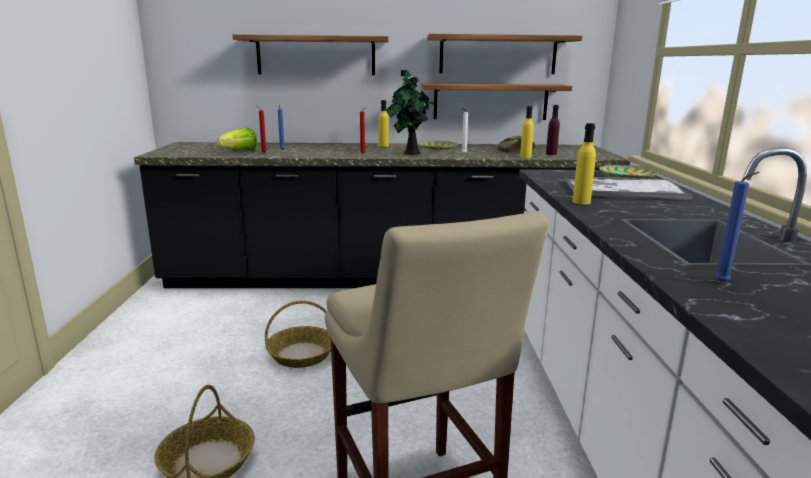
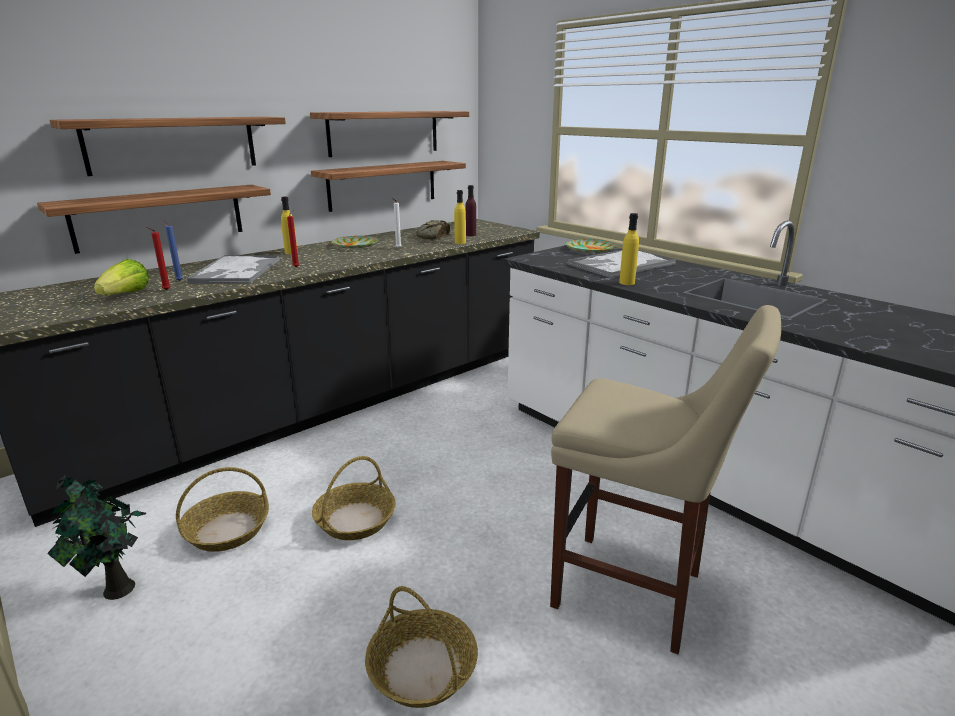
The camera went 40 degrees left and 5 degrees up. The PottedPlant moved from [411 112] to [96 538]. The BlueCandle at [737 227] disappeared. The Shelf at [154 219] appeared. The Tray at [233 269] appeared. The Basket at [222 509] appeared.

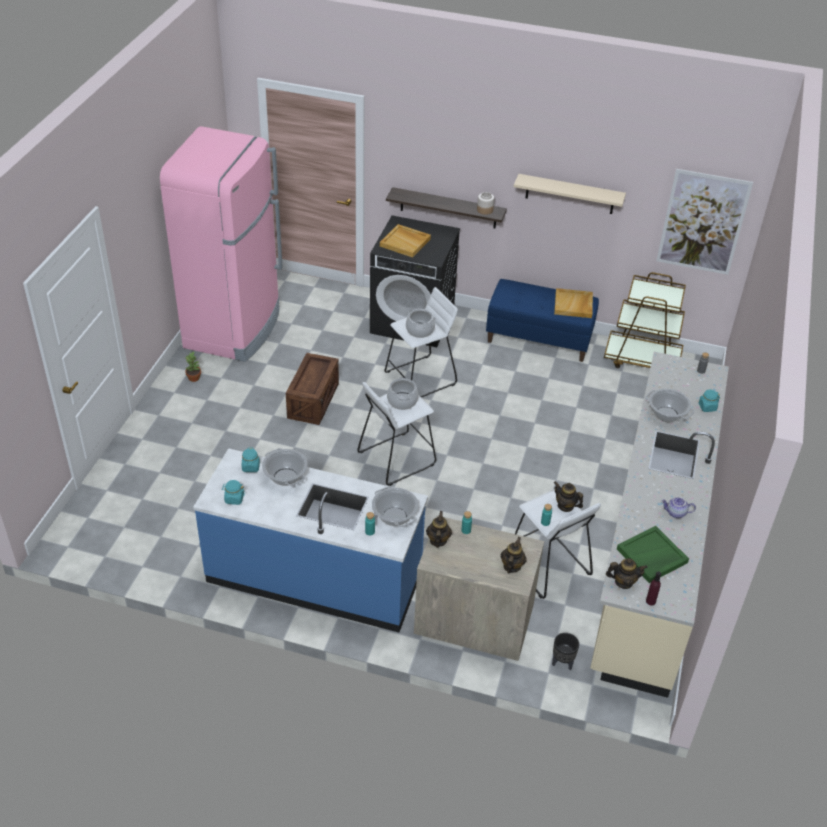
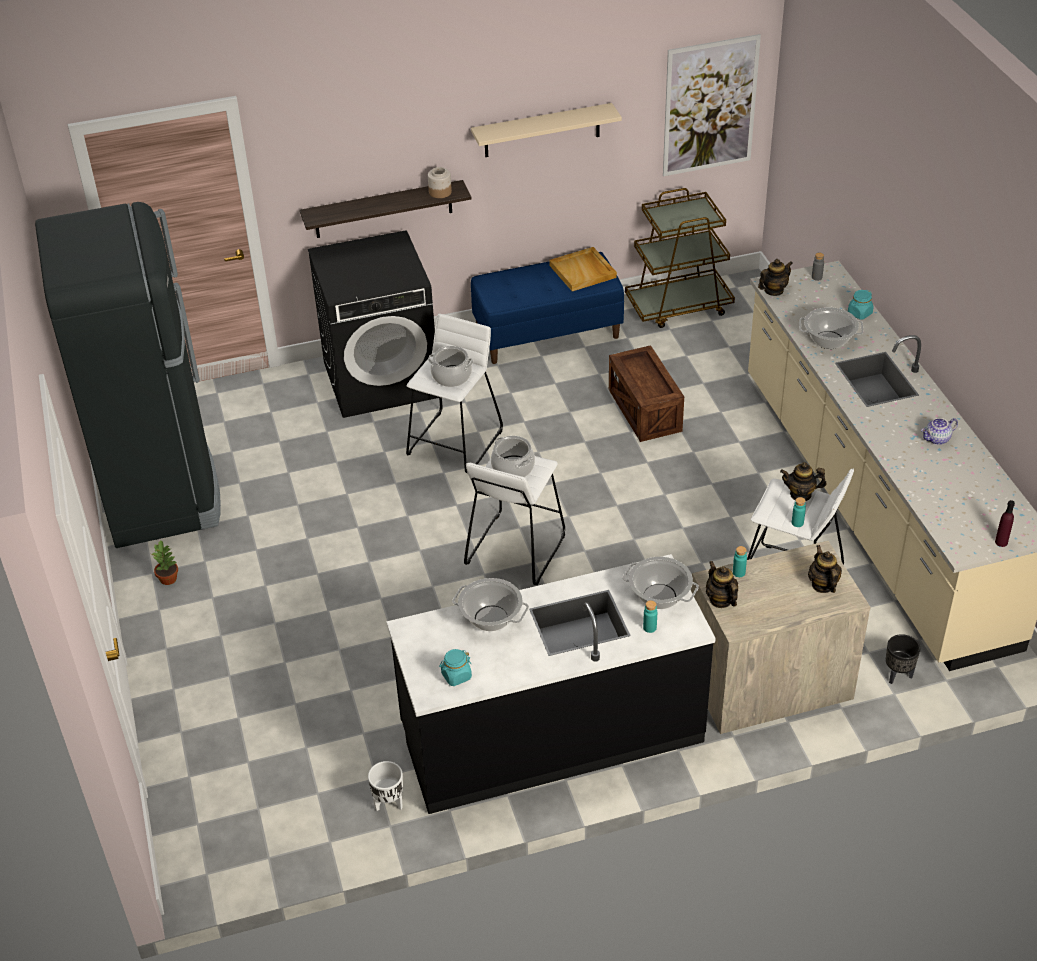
The camera went 30 degrees left and 0 degrees up. The PinkFridge at [221 244] became the BlackFridge at [128 375]. The BeigeTray at [405 241] disappeared. The Crate moved from [312 389] to [646 393]. The BlueCounter at [310 540] became the BlackCounter at [551 684]. The TurquoiseJar at [251 460] disappeared. The GreenTray at [653 554] disappeared. The Teapot moved from [627 573] to [775 277]. The WhitePlanter at [385 786] appeared.

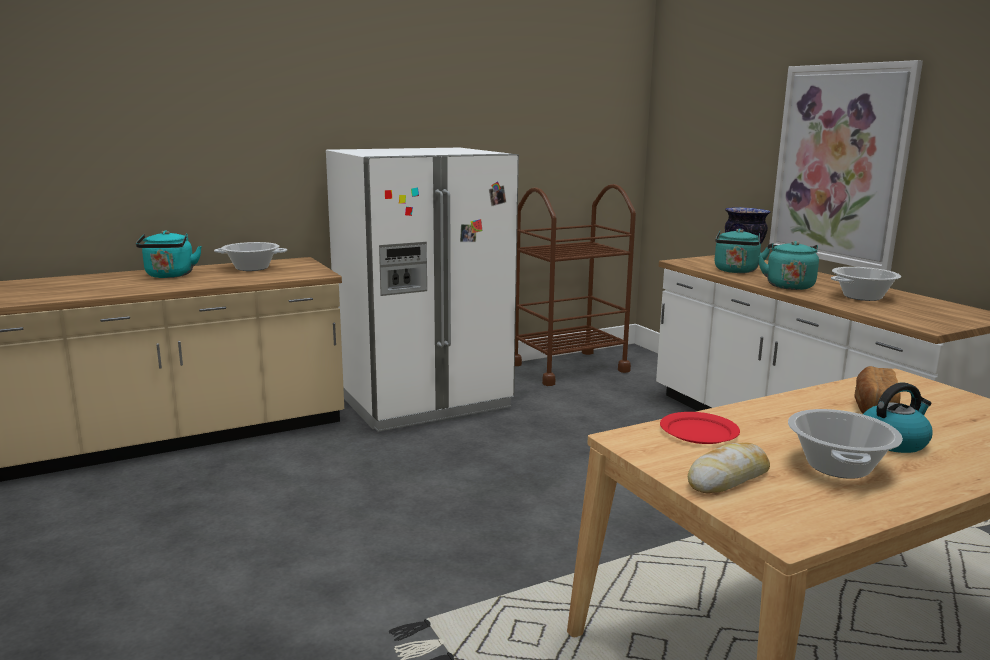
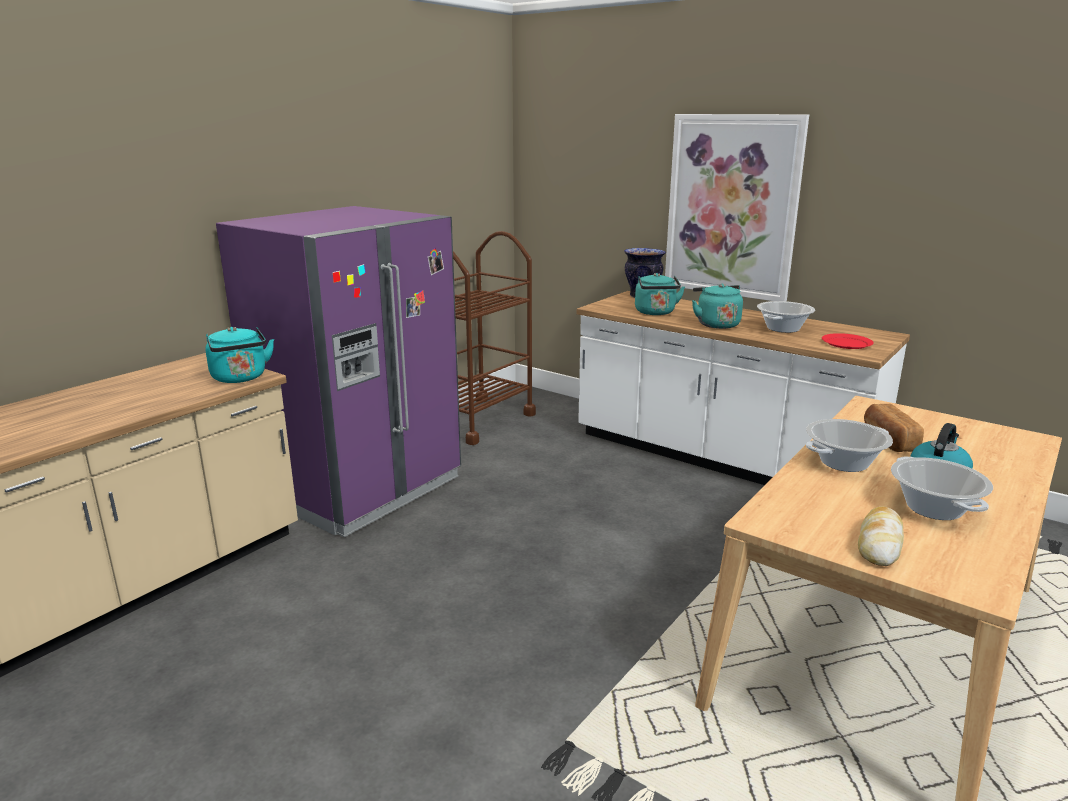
The camera went 25 degrees left and 5 degrees up. The WhiteFridge at [422 290] became the PurpleFridge at [338 371]. The TurquoiseKettle moved from [169 254] to [239 355]. The CookingPot moved from [250 256] to [849 445]. The RedPlate moved from [700 428] to [848 341].

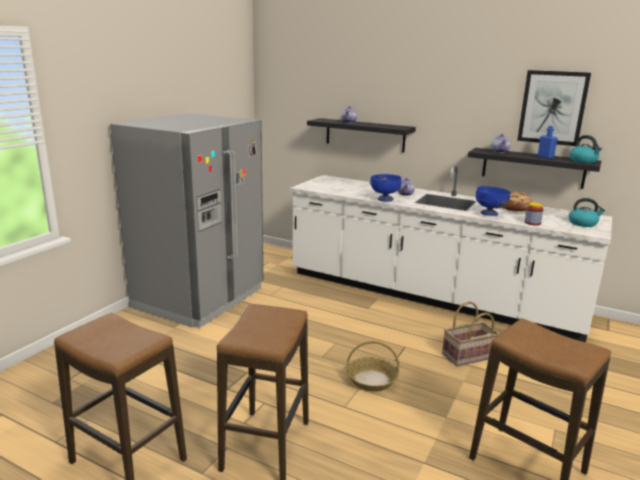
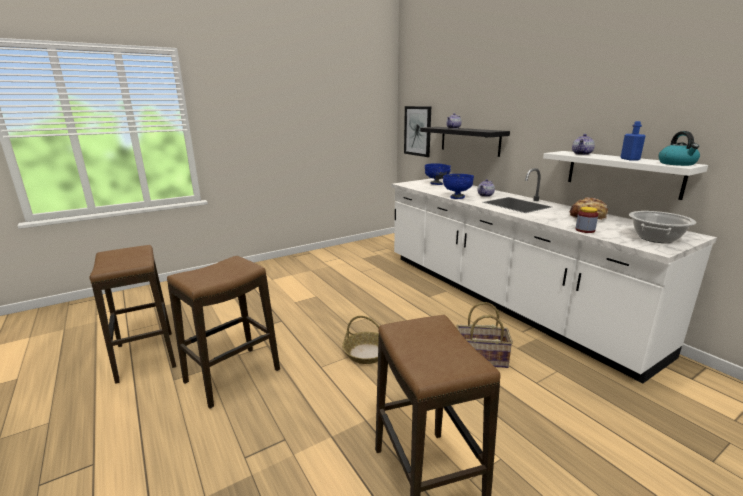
The camera went 30 degrees right and 0 degrees up. The Picture moved from [554 108] to [417 131]. The GreyFridge at [186 220] disappeared. The BlackShelf at [534 168] became the WhiteShelf at [625 175]. The BlueBowl moved from [493 201] to [438 174]. The Kettle at [587 212] was replaced by the CookingPot at [662 227].

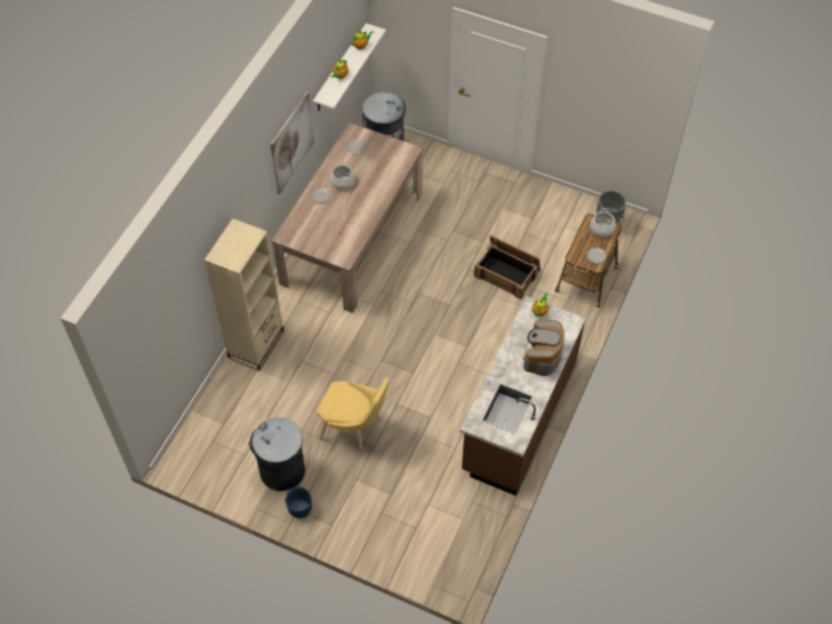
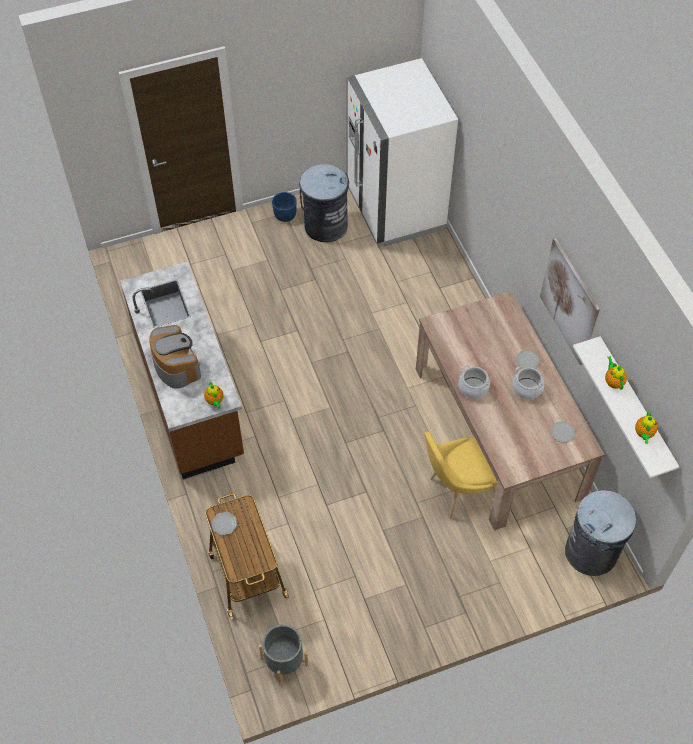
The camera went 135 degrees right and 0 degrees up. The CookingPot moved from [603 222] to [474 382]. The BeigeBookcase at [244 294] disappeared. The Crate at [507 267] disappeared. The YellowChair moved from [353 416] to [460 475]. The WhiteFridge at [402 152] appeared.

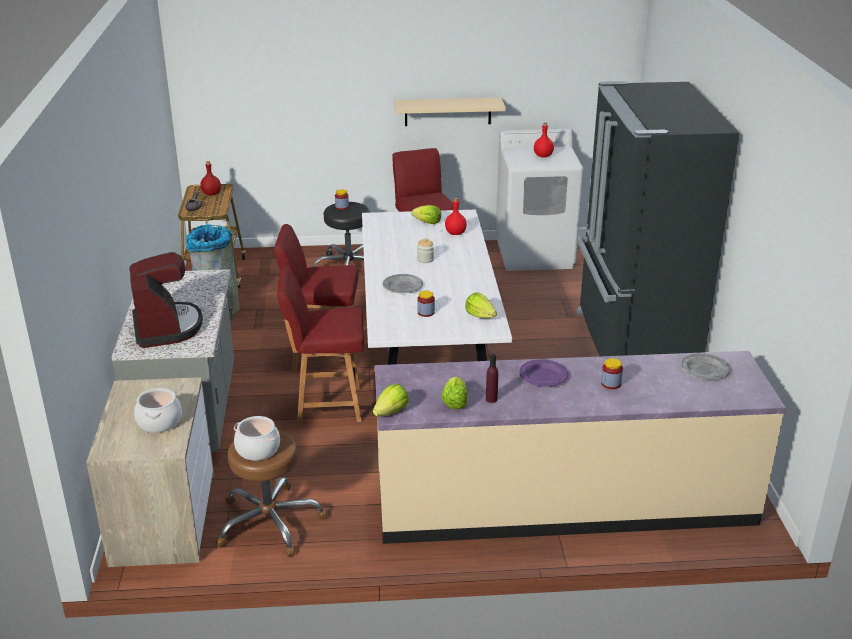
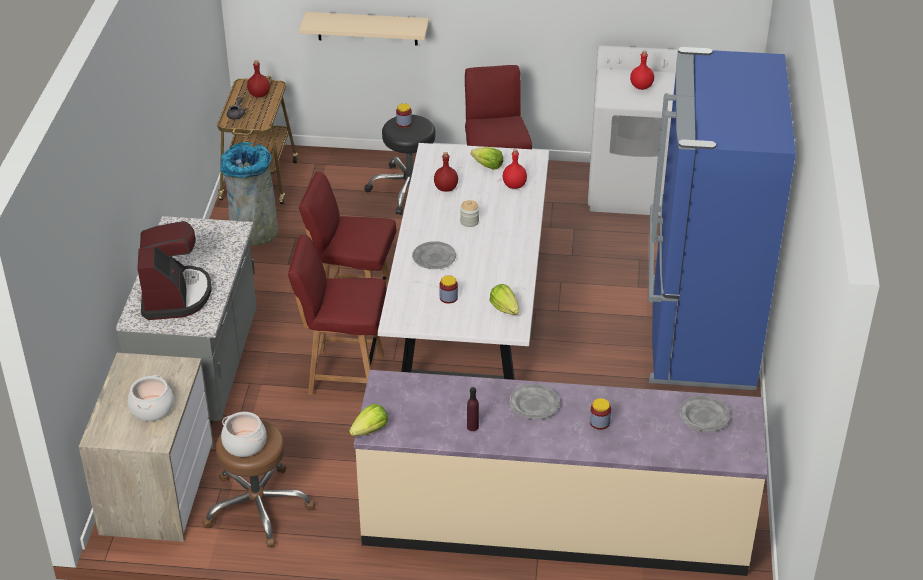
The camera went 10 degrees right and 10 degrees up. The BlackFridge at [658 218] became the BlueFridge at [722 218]. The BeigeShelf moved from [450 112] to [364 29]. The PurplePlate at [543 373] became the GreyPlate at [535 401]. The Lettuce at [455 392] disappeared. The RedBottle at [446 172] appeared.

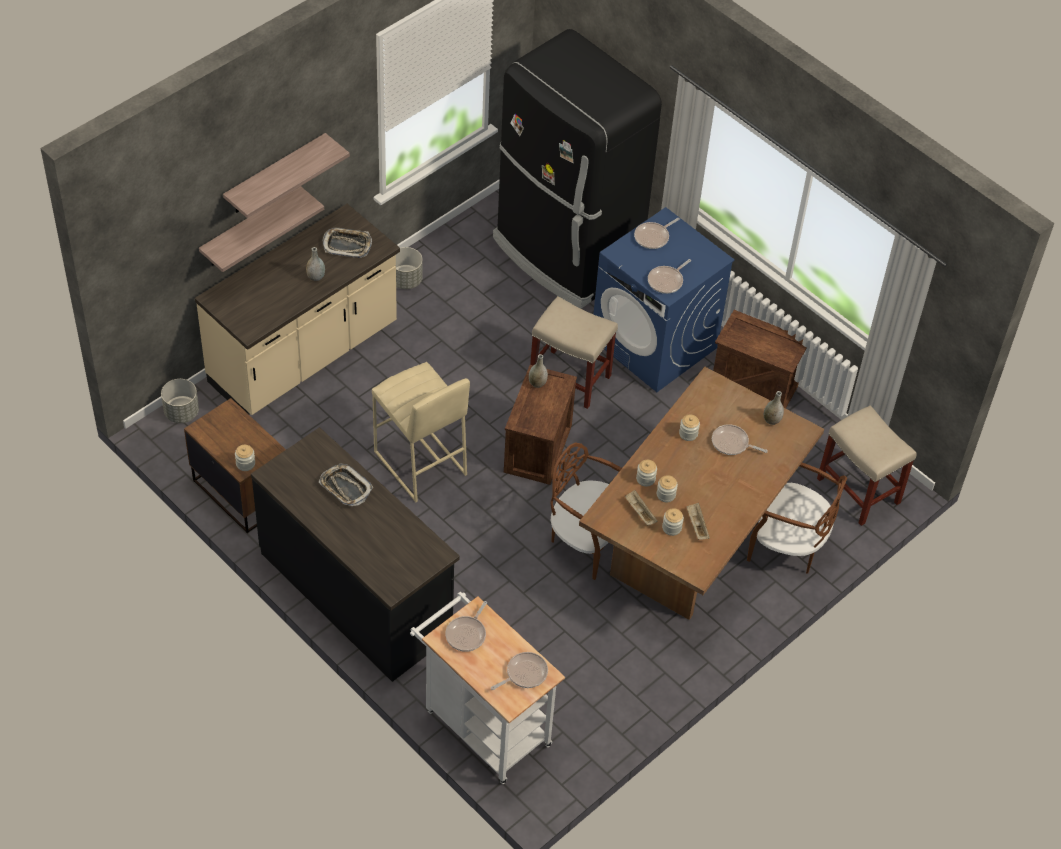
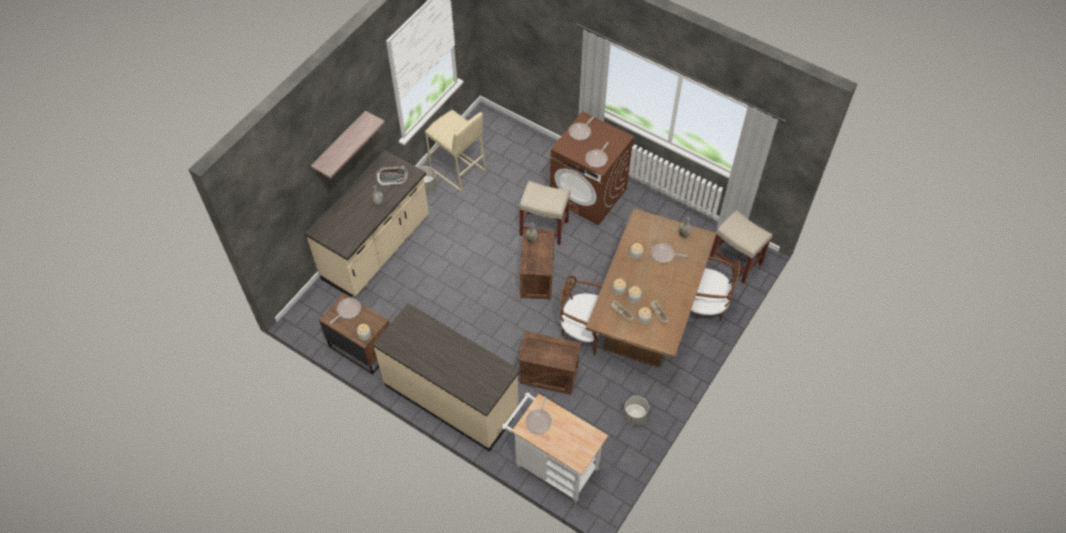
The camera went 10 degrees left and 5 degrees up. The BlackFridge at [577 169] disappeared. The Shelf at [261 229] disappeared. The BlueWashingMachine at [664 299] became the BrownWashingMachine at [592 168]. The Crate moved from [760 359] to [549 363]. The BeigeStool moved from [421 432] to [455 151]. The GreyPlanter moved from [180 401] to [636 411]. The BlackCounter at [355 554] became the BeigeCounter at [446 377]. The Tray at [346 485] disappeared. The FryingPan moved from [519 671] to [345 311].

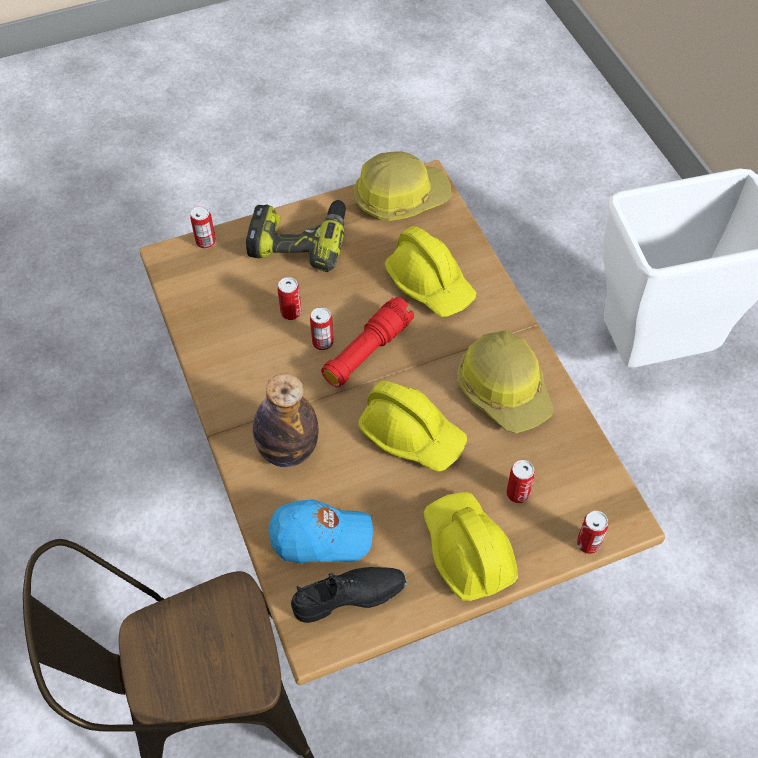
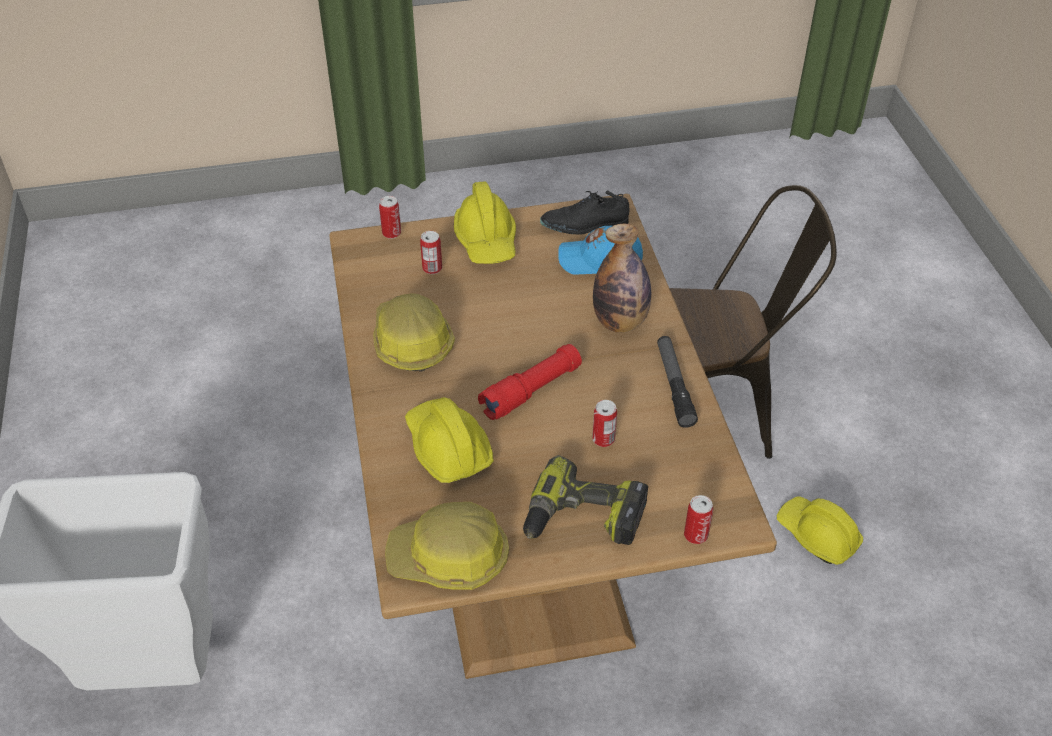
The camera went 170 degrees left and 10 degrees down. The Can at [322 328] disappeared. The YellowHardHat moved from [412 426] to [819 530]. The Flashlight at [677 382] appeared.

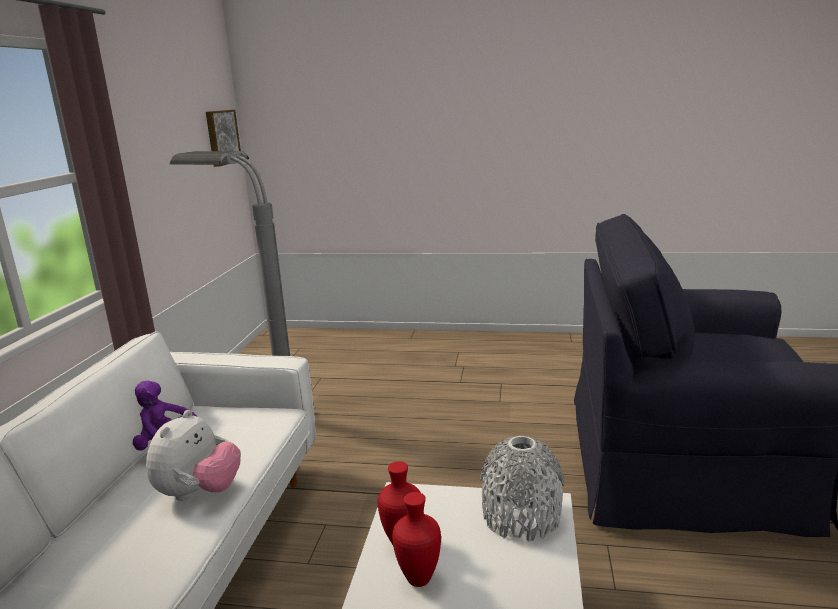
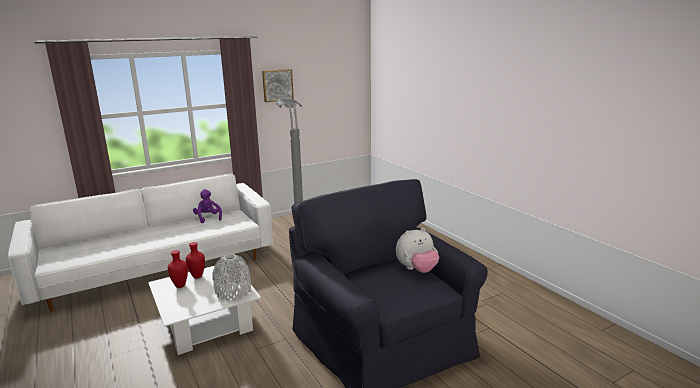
The camera went 50 degrees right and 0 degrees up. The Picture moved from [224 138] to [278 85]. The PlushToy moved from [193 455] to [417 250].

